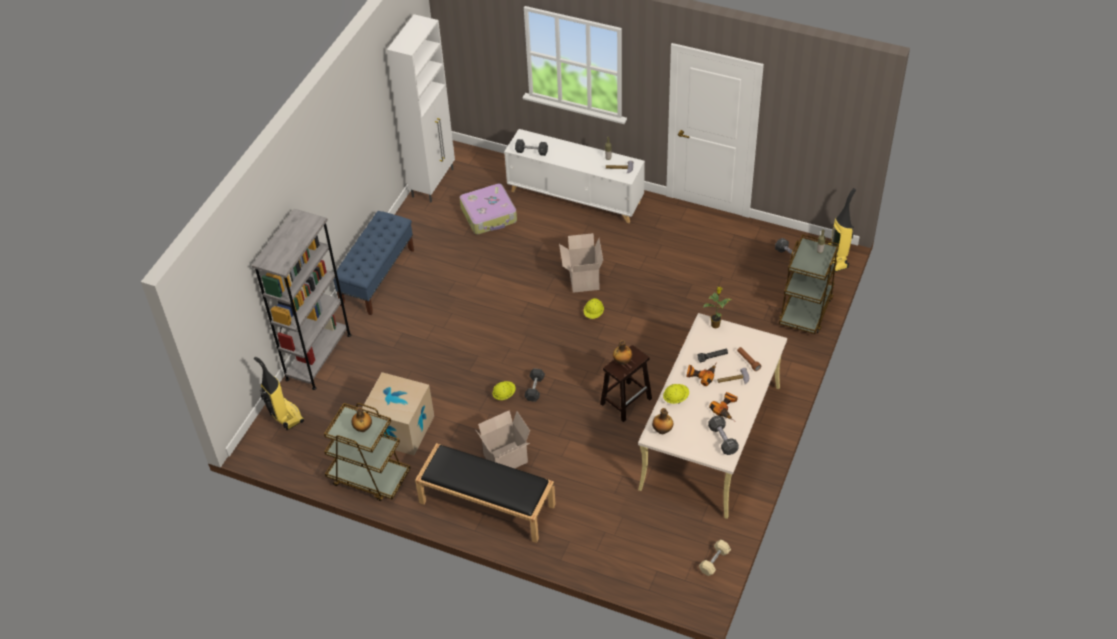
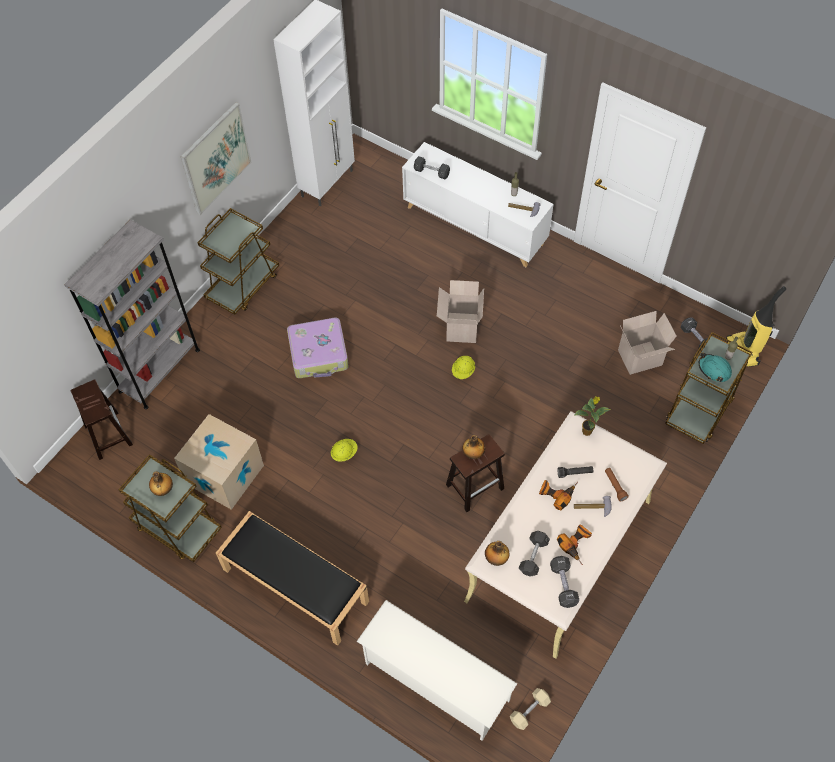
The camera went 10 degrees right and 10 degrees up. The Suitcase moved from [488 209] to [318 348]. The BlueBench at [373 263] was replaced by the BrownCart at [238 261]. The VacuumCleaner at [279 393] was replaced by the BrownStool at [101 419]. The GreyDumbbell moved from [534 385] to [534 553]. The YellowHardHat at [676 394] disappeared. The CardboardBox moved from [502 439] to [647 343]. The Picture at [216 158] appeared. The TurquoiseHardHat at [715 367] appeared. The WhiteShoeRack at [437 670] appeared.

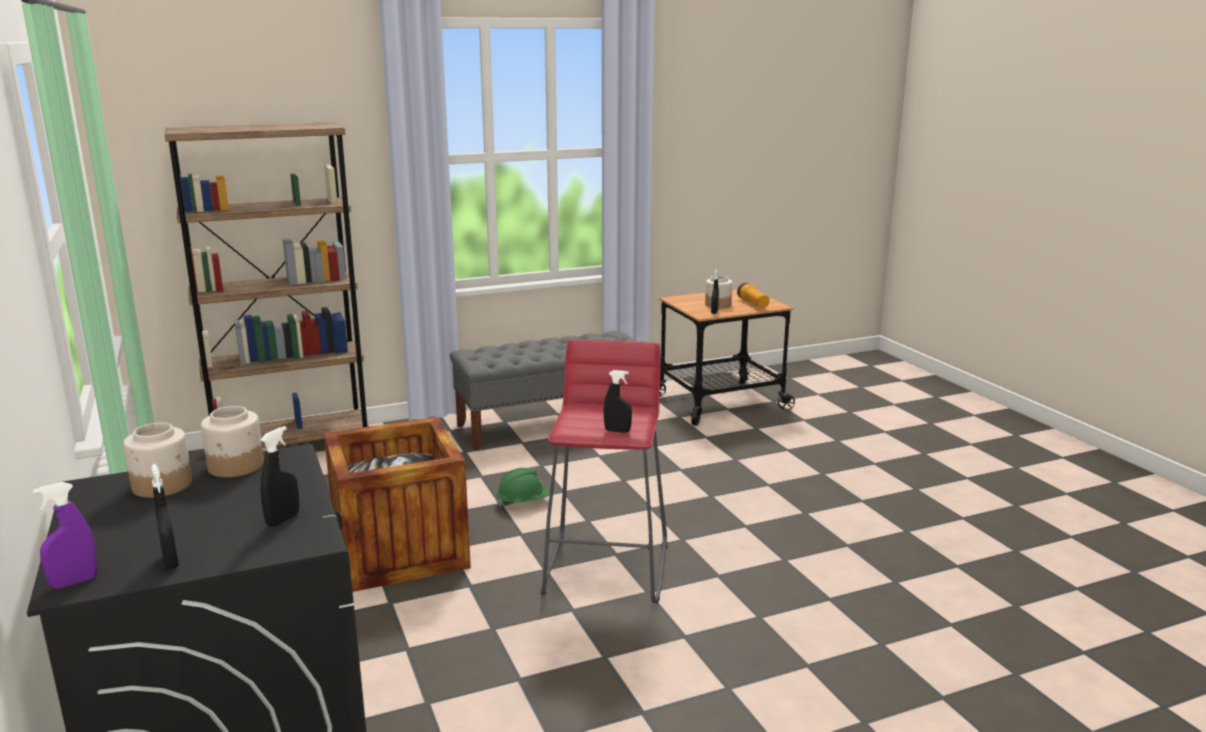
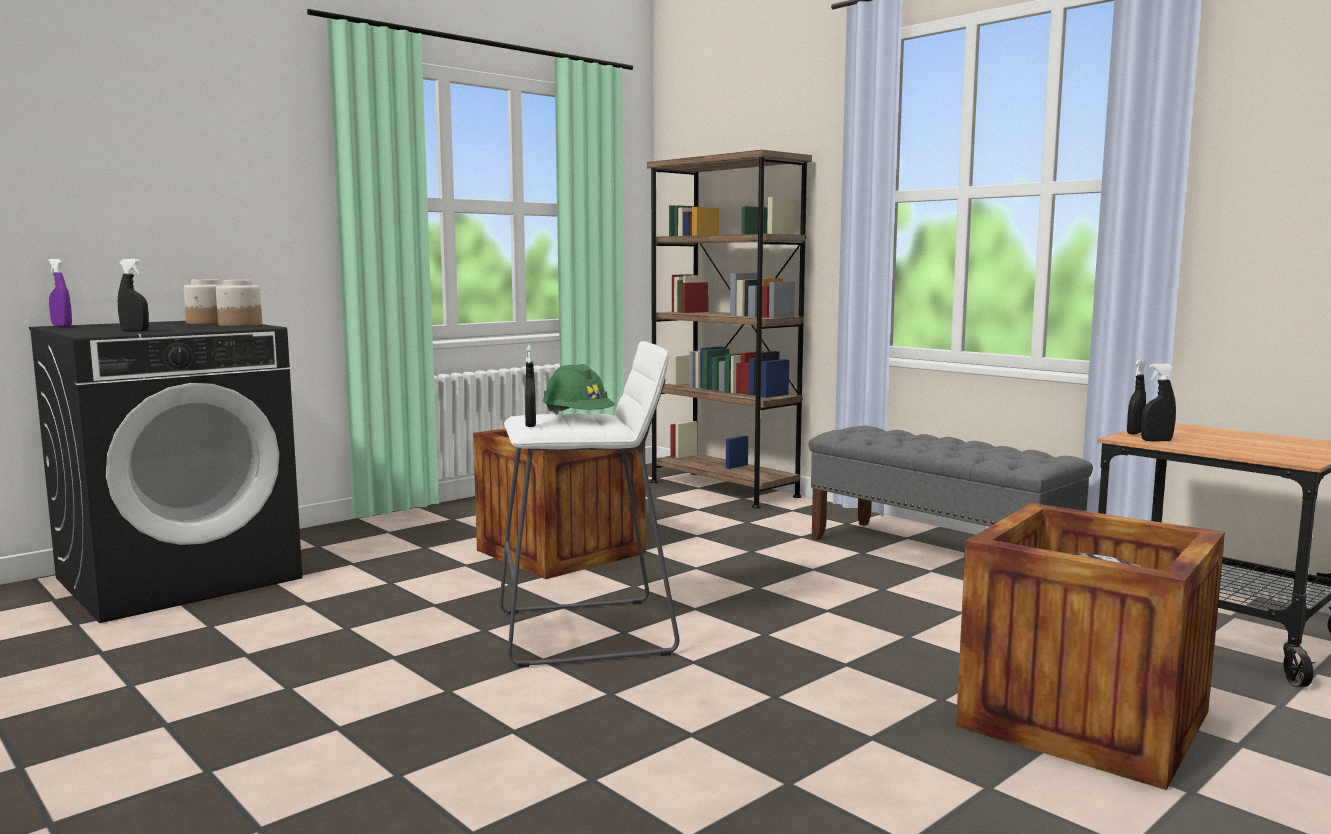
The camera went 70 degrees right and 10 degrees down. The Jar at [718 291] disappeared. The Flashlight at [753 295] disappeared. The RedStool at [604 471] became the WhiteStool at [589 504]. The BlackSprayBottle moved from [165 516] to [1136 397]. The GreenHardHat moved from [523 487] to [578 389]. The Crate at [1090 646] appeared.

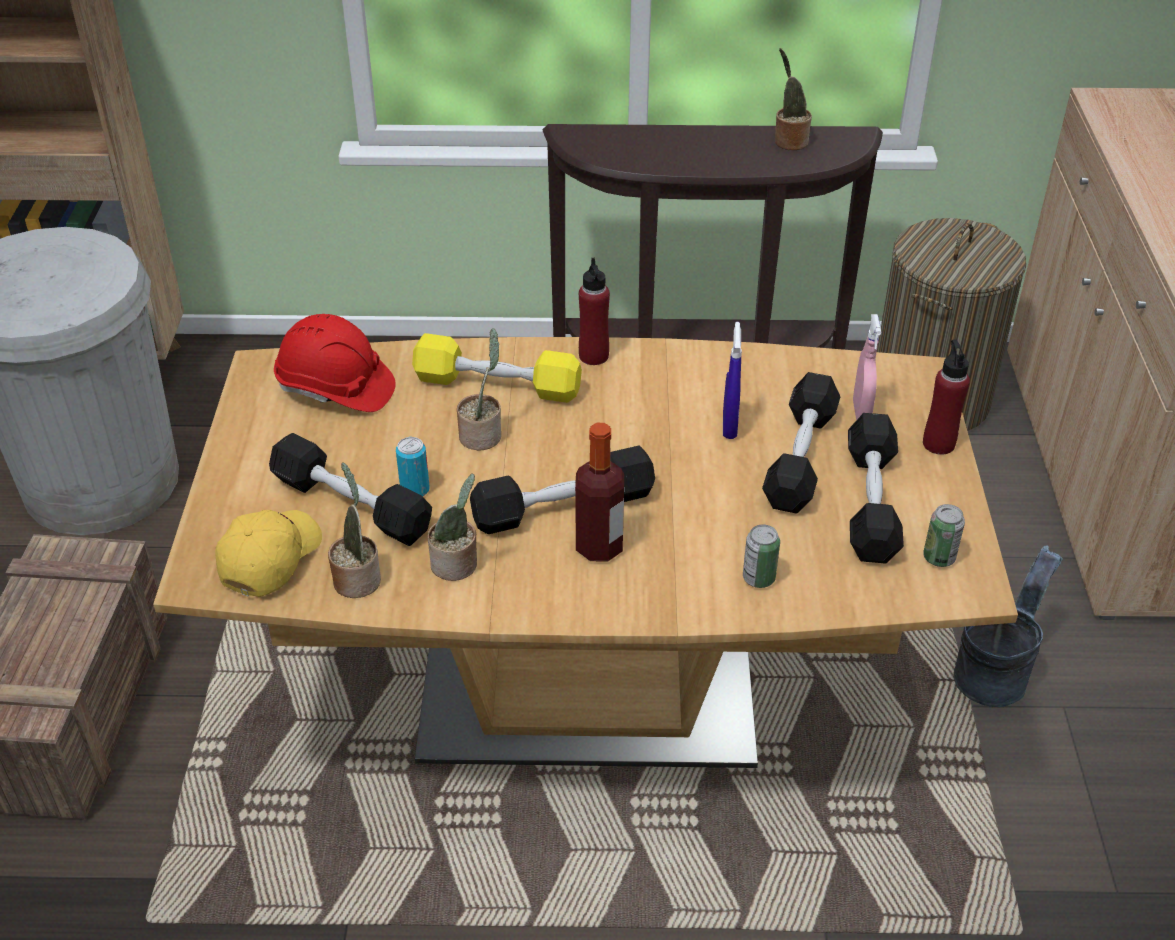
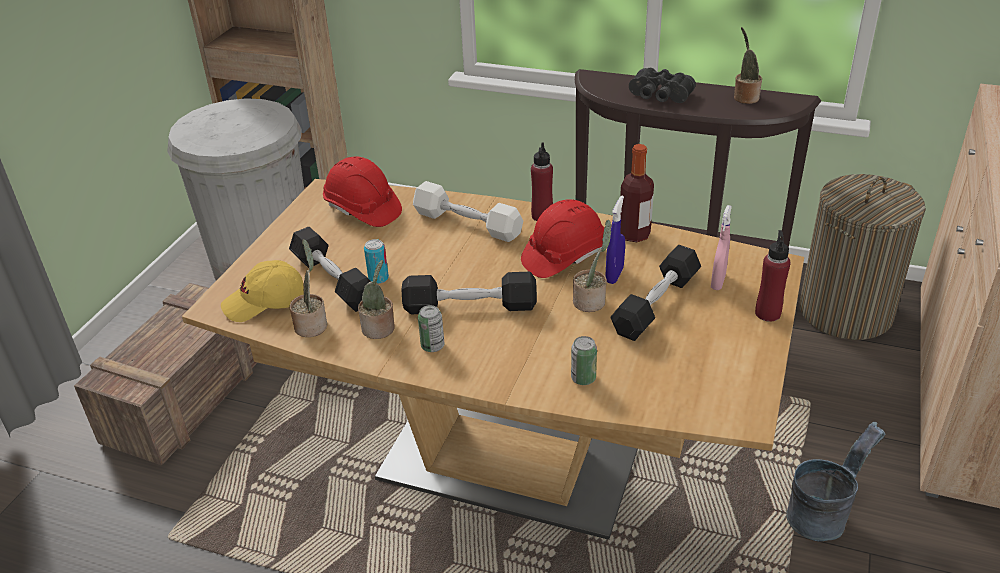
The camera went 20 degrees right and 5 degrees down. The PottedPlant moved from [479 389] to [592 266]. The YellowDumbbell at [497 368] became the WhiteDumbbell at [468 211]. The BlackDumbbell at [876 488] disappeared. The Bottle moved from [599 492] to [637 193]. The Can moved from [944 535] to [431 328]. The YellowCap at [268 553] turned 150 degrees counterclockwise. The BlackBinoculars at [662 85] appeared. The RedHardHat at [562 238] appeared.

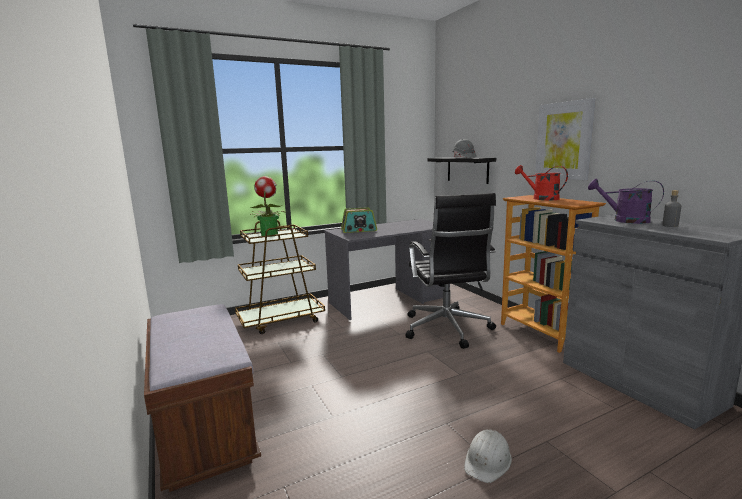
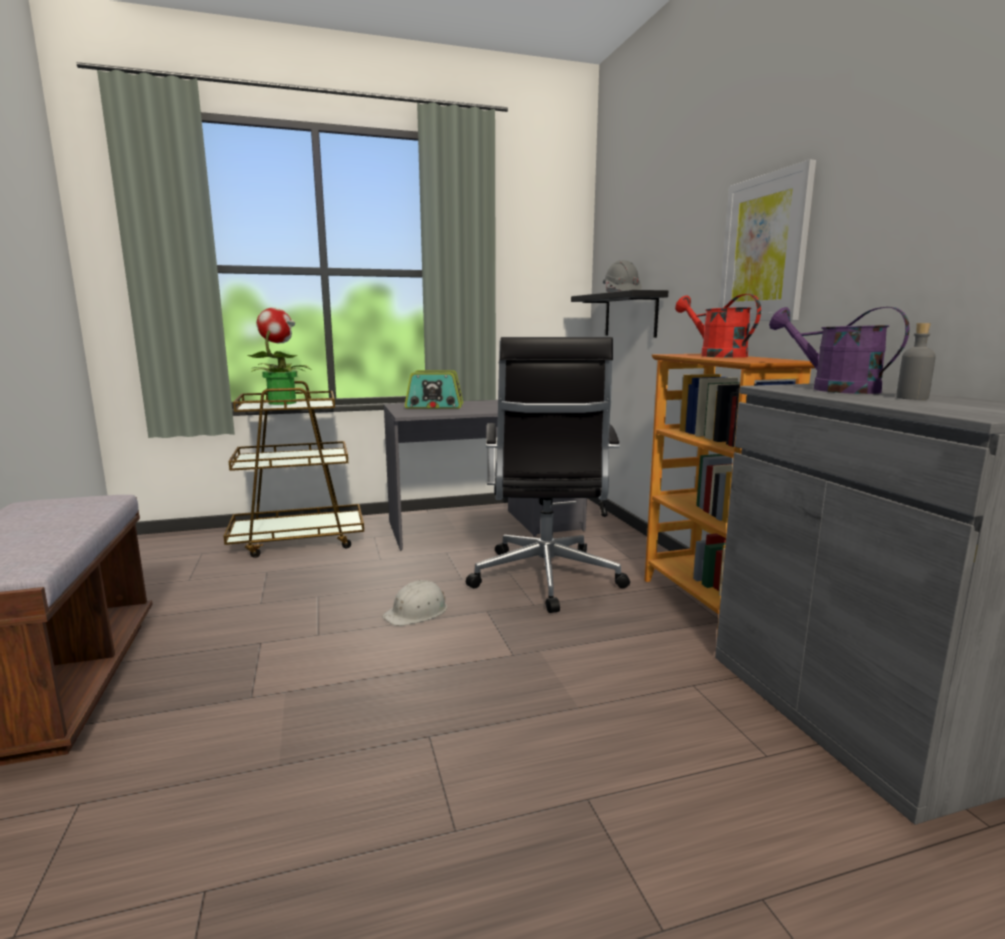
The camera went 10 degrees right and 0 degrees up. The WhiteHardHat moved from [488 456] to [414 603].

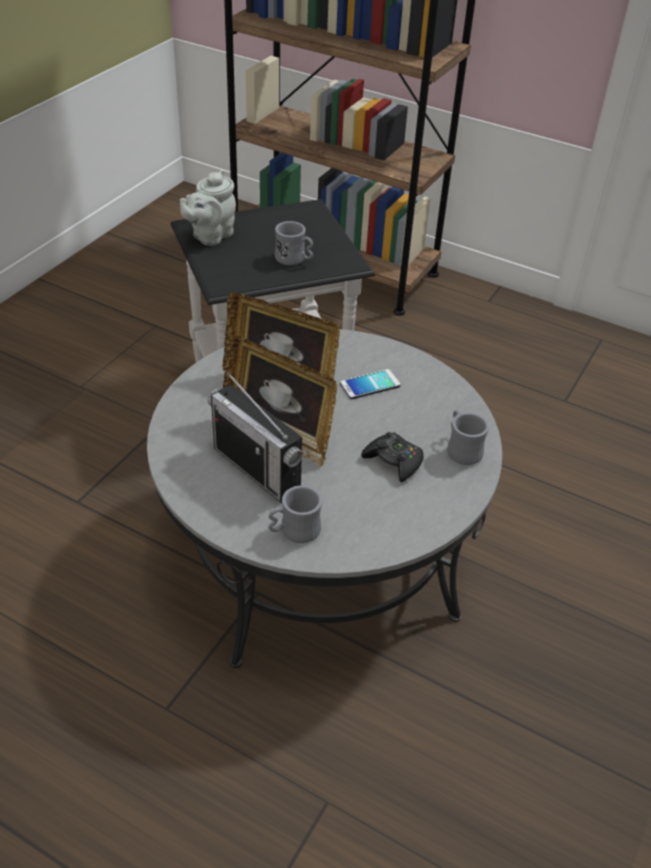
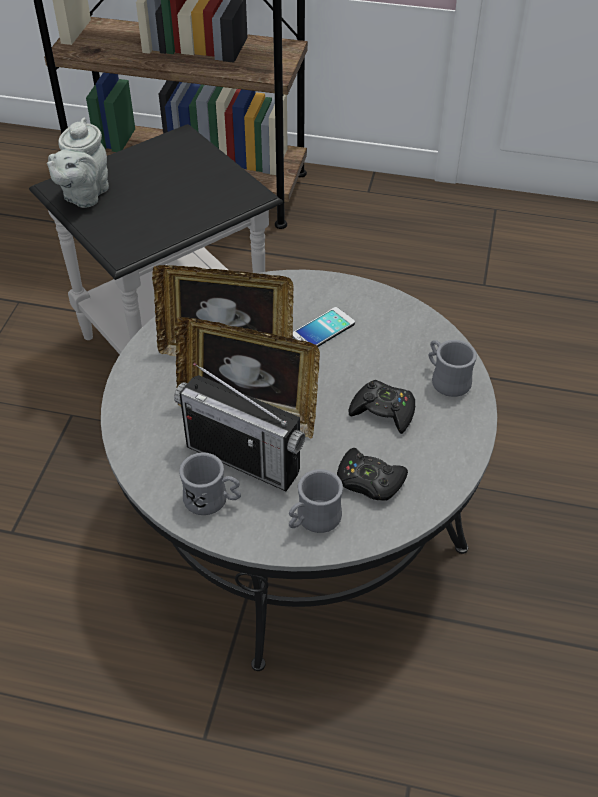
The camera went 15 degrees left and 5 degrees up. The GreyMug moved from [294 243] to [210 483]. The BlackGameController at [372 474] appeared.

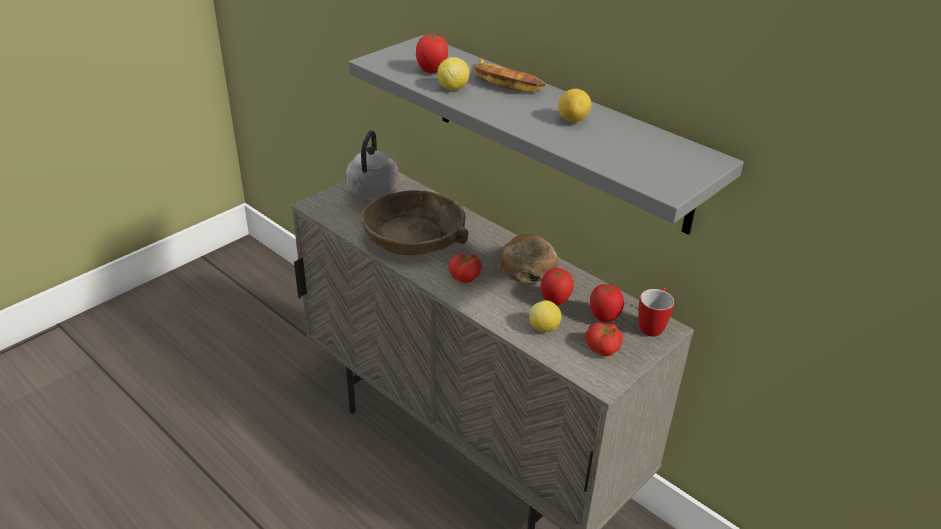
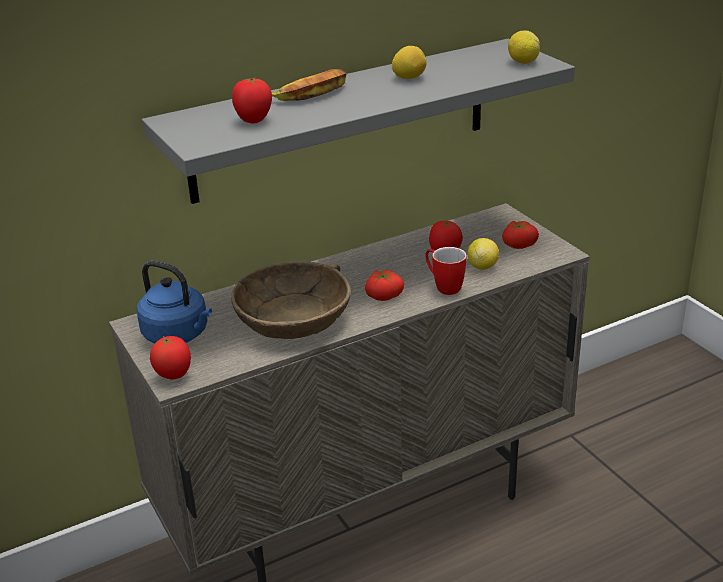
The camera went 70 degrees left and 5 degrees down. The Lemon moved from [453 73] to [524 47]. The GreyKettle at [372 165] became the BlueKettle at [174 302]. The Bread at [528 259] disappeared. The Tomato moved from [607 303] to [170 357]. The Mug moved from [656 312] to [446 271].

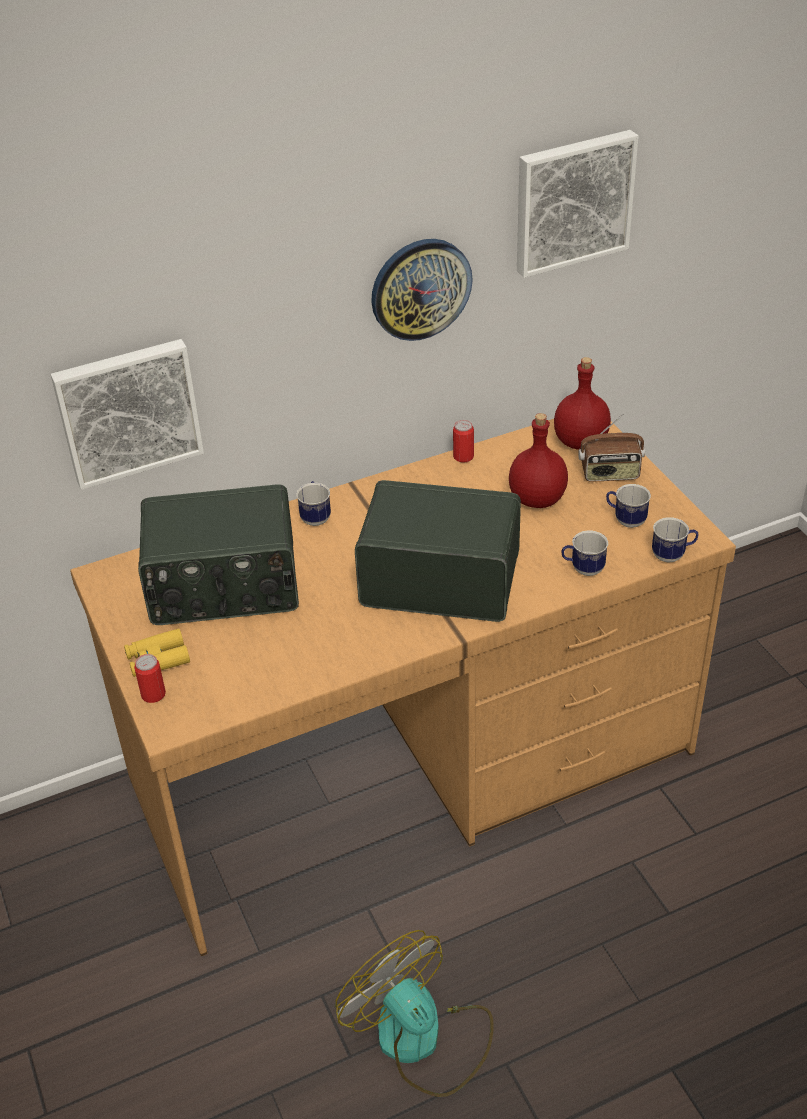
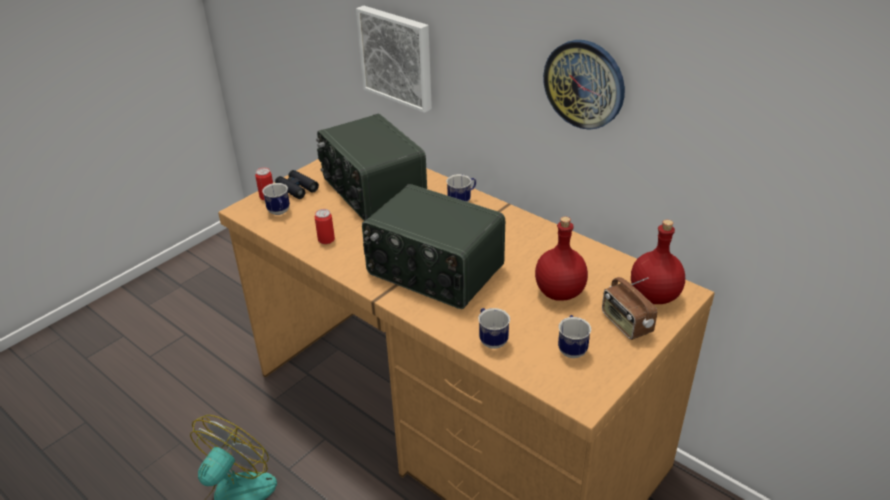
The camera went 65 degrees right and 5 degrees down. The Picture at [578 204] disappeared. The Can moved from [463 441] to [325 226]. The Radio at [438 551] turned 135 degrees clockwise. The Mug moved from [675 539] to [276 199]. The YellowBinoculars at [157 652] became the BlackBinoculars at [297 184].

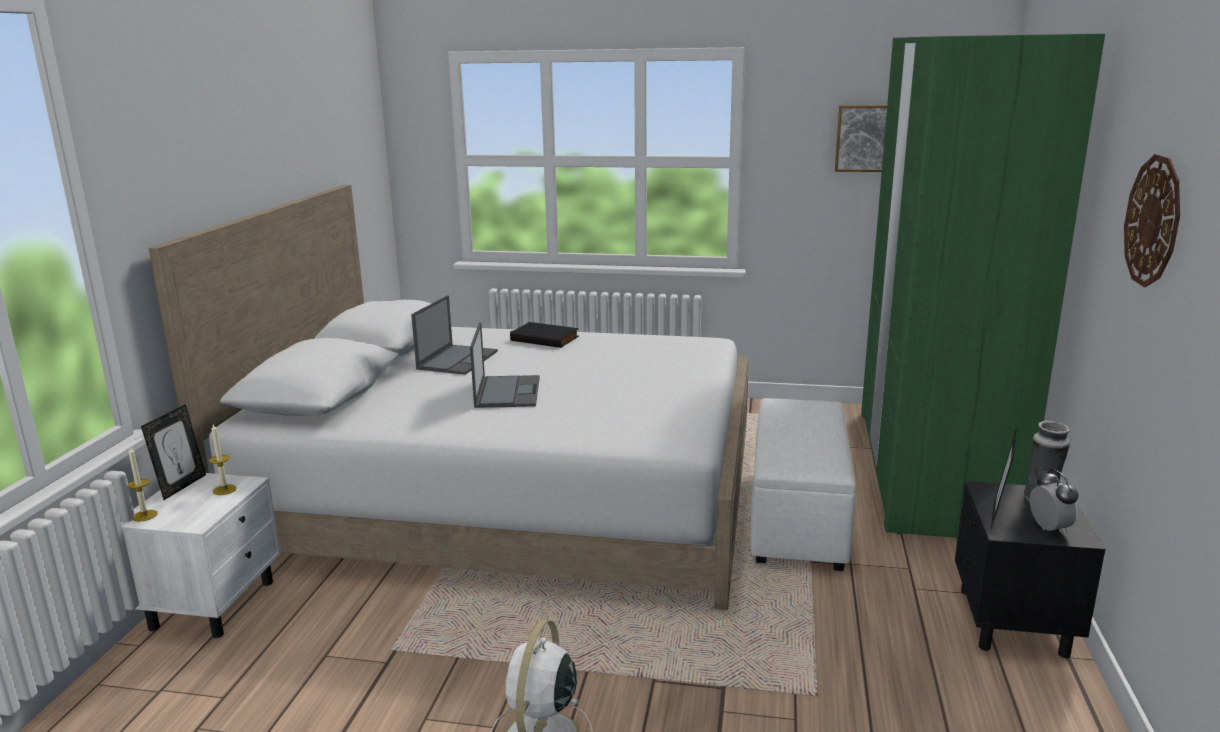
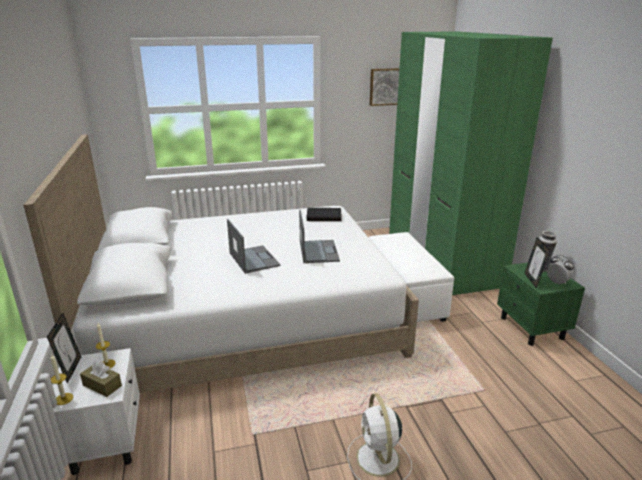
The camera went 25 degrees left and 5 degrees up. The WallClock at [1152 220] disappeared. The Laptop moved from [454 335] to [319 236]. The BlackBook moved from [544 335] to [324 214]. The BlackNightstand at [1030 569] became the GreenNightstand at [541 304]. The BrownTissueBox at [101 378] appeared.

